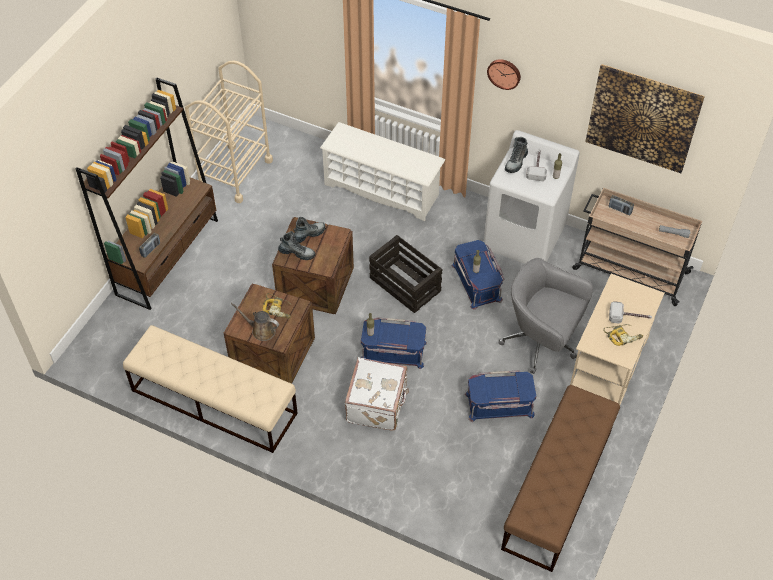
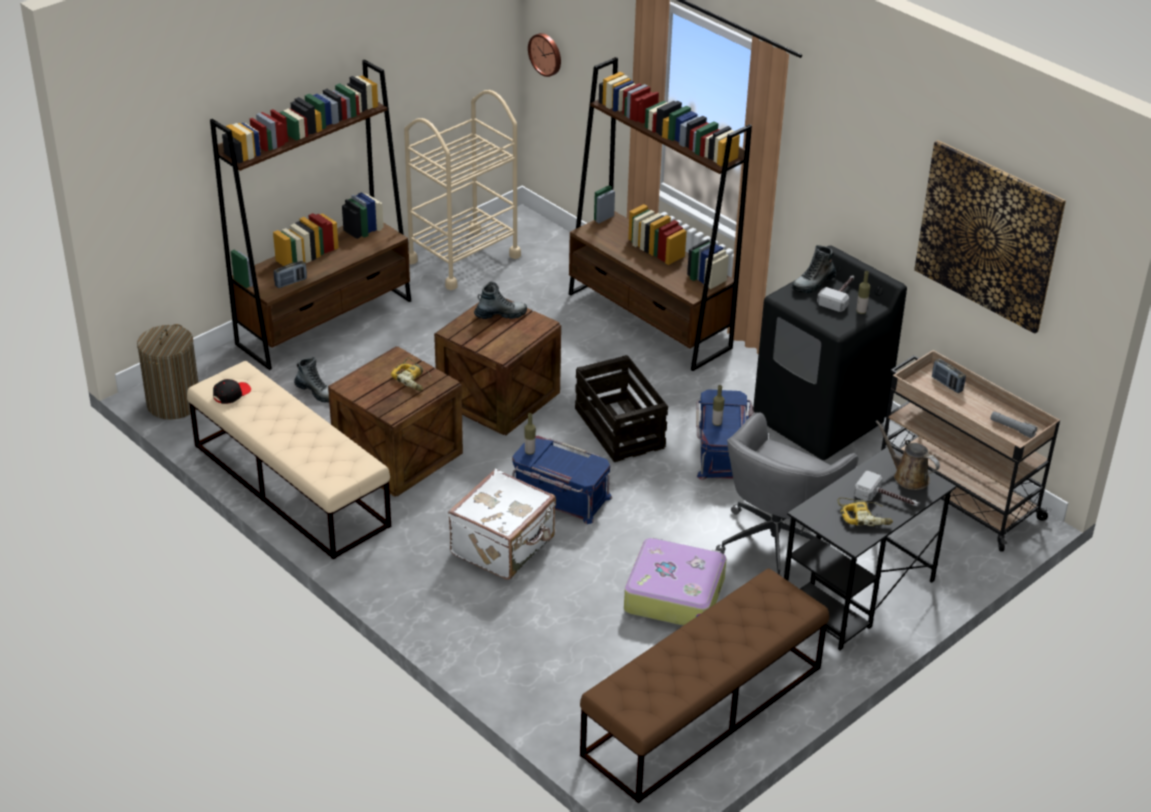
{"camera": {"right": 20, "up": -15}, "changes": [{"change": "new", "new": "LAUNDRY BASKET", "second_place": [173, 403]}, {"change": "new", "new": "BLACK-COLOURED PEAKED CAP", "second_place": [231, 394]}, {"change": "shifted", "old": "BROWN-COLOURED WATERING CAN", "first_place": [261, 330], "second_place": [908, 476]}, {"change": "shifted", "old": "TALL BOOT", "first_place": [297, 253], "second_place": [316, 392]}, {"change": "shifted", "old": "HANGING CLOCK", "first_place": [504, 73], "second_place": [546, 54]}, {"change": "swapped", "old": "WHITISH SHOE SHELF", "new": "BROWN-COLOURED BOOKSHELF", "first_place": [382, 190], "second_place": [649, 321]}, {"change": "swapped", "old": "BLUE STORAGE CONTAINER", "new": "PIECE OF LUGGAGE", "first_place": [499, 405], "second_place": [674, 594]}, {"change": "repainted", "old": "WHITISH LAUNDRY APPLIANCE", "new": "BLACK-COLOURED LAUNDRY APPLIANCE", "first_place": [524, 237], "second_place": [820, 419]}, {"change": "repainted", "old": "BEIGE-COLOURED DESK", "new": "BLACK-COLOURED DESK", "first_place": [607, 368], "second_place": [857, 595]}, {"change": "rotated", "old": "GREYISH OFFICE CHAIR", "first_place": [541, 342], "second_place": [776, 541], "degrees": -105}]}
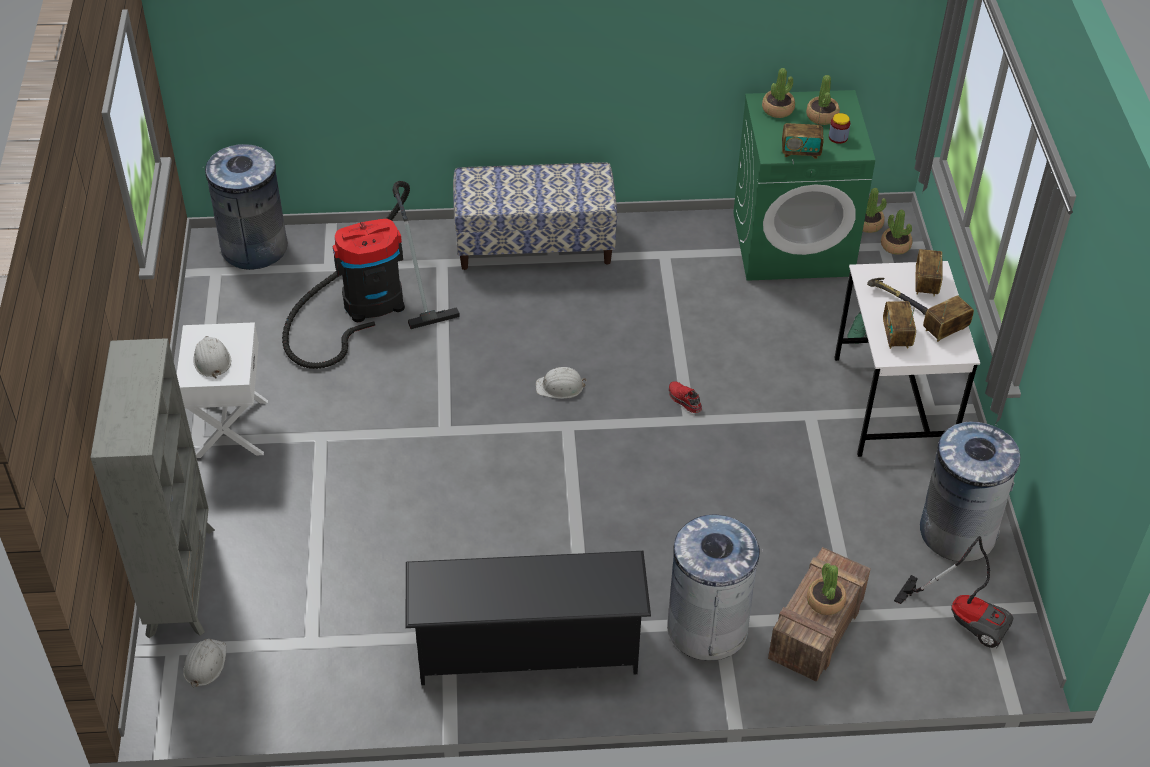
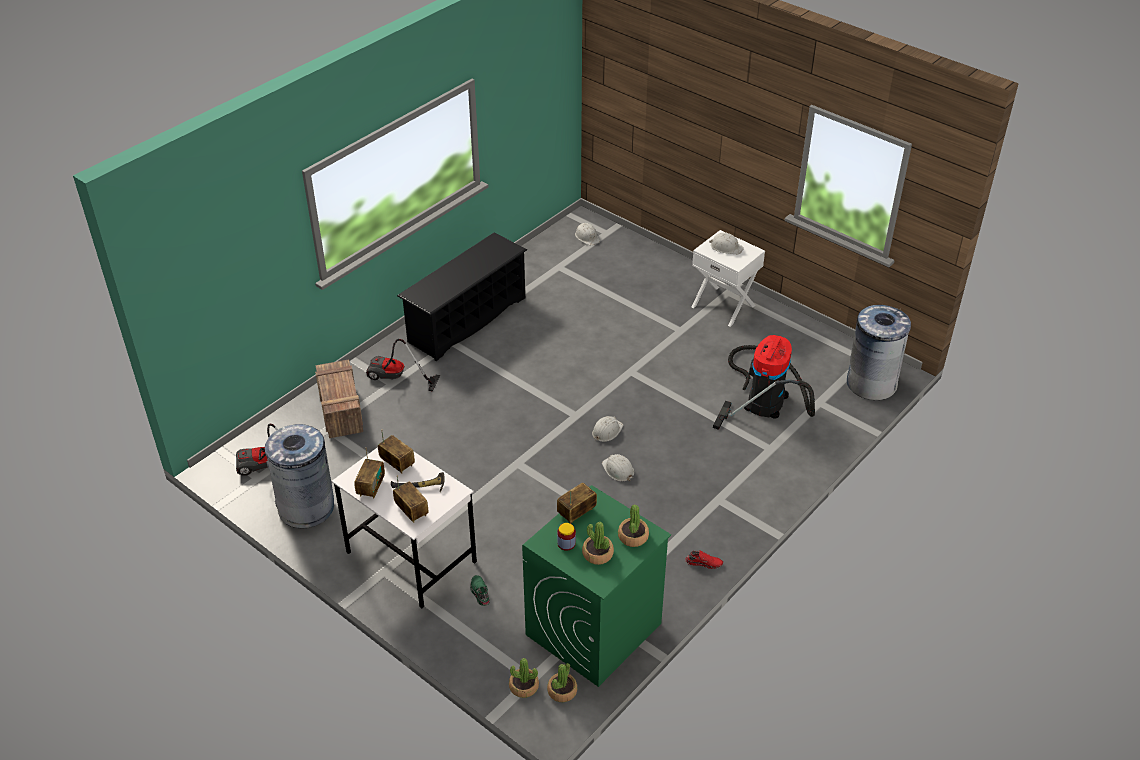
{"camera": {"right": 135, "up": -5}, "changes": [{"change": "gone", "old": "GREYISH BOOKSHELF", "first_place": [181, 580]}, {"change": "gone", "old": "LONG SEAT", "first_place": [535, 244]}, {"change": "gone", "old": "HOUSEPLANT", "first_place": [825, 601]}, {"change": "new", "new": "WHITISH HARD HAT", "second_place": [618, 470]}, {"change": "shifted", "old": "RED ITEM OF FOOTWEAR", "first_place": [684, 400], "second_place": [704, 562]}, {"change": "swapped", "old": "GREYISH TRASH CAN", "new": "VACUUM", "first_place": [707, 627], "second_place": [395, 378]}]}
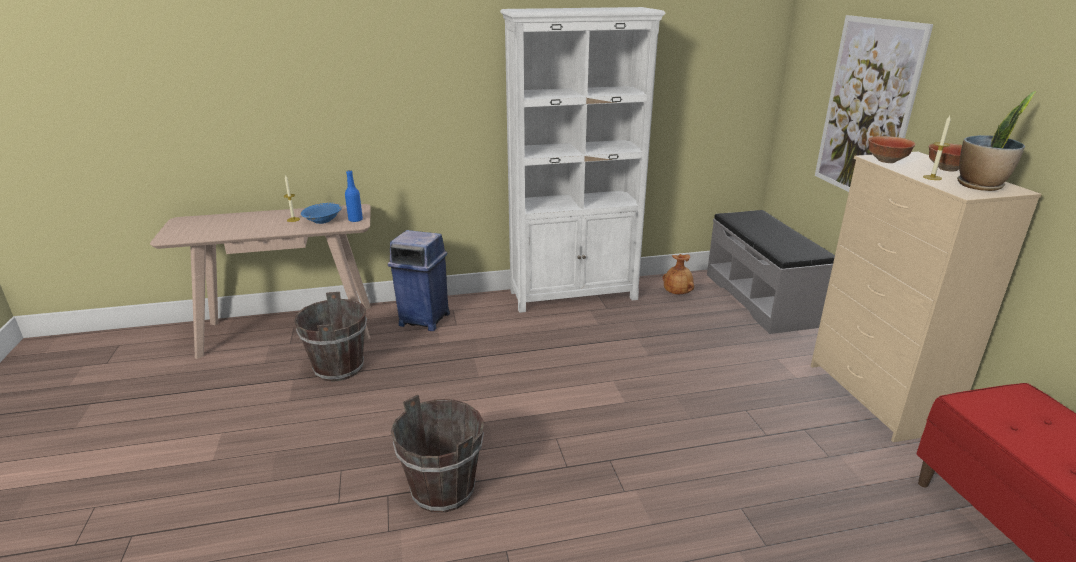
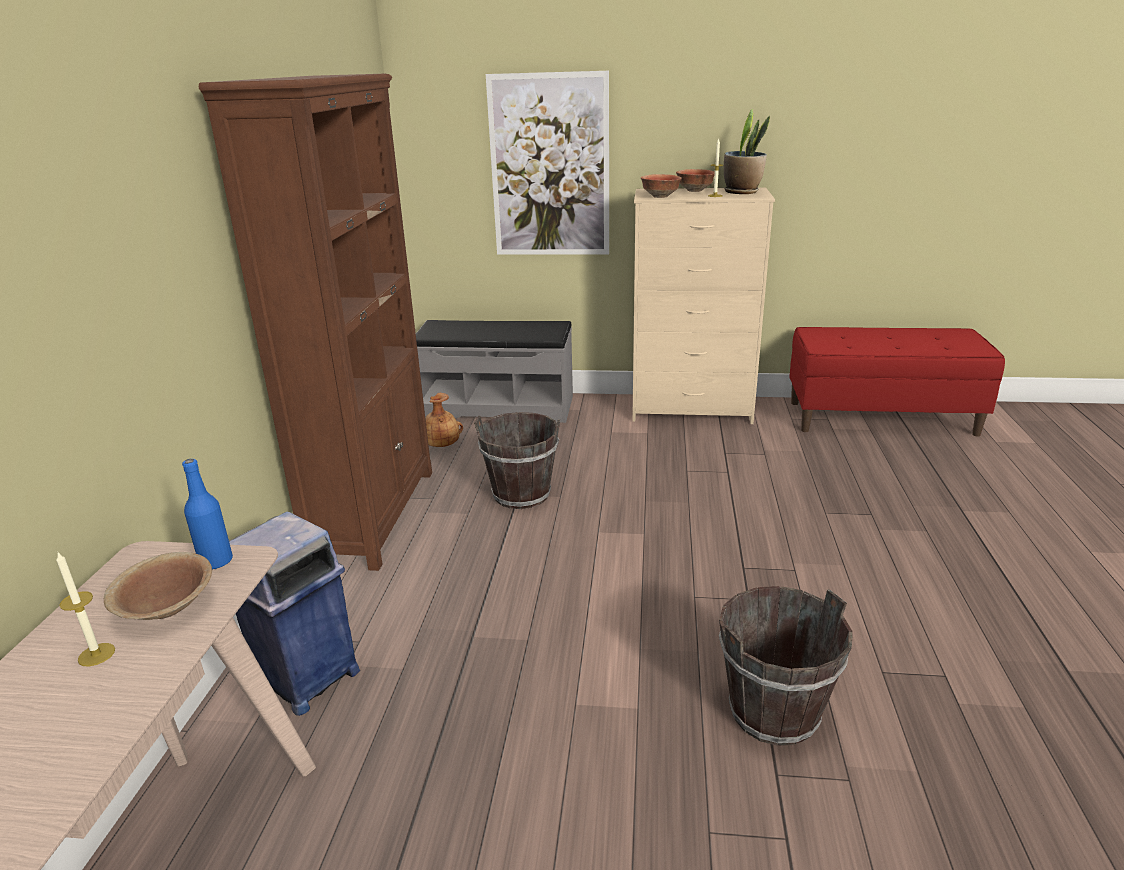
{"camera": {"right": -70, "up": 0}, "changes": [{"change": "shifted", "old": "BROWN-COLOURED WATER BUCKET", "first_place": [339, 368], "second_place": [521, 494]}, {"change": "repainted", "old": "BLUE DEEP DISH", "new": "BROWN-COLOURED DEEP DISH", "first_place": [323, 221], "second_place": [166, 606]}, {"change": "repainted", "old": "WHITISH BOOKSHELF", "new": "BROWN-COLOURED BOOKSHELF", "first_place": [574, 295], "second_place": [375, 514]}]}
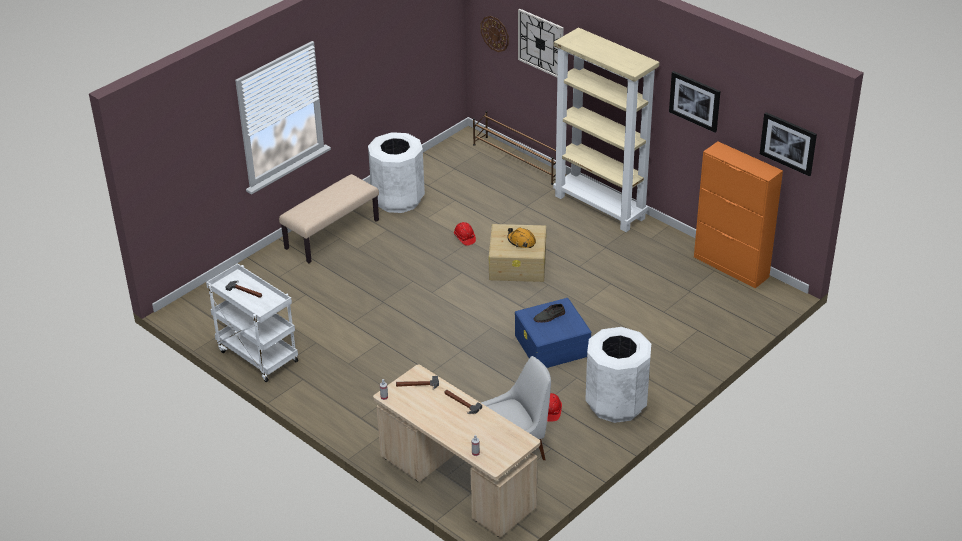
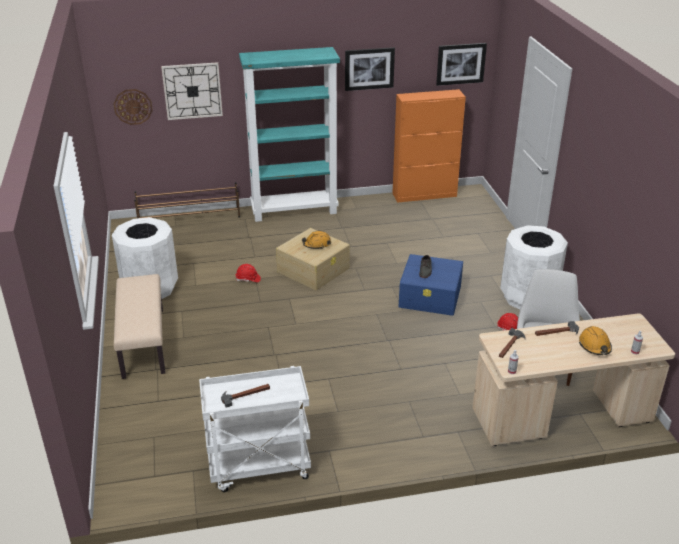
{"camera": {"right": -55, "up": -5}, "changes": [{"change": "new", "new": "ORANGE HARD HAT", "second_place": [594, 346]}, {"change": "repainted", "old": "BEIGE-COLOURED BOOKSHELF", "new": "BLUE-GREEN BOOKSHELF", "first_place": [600, 207], "second_place": [294, 210]}]}
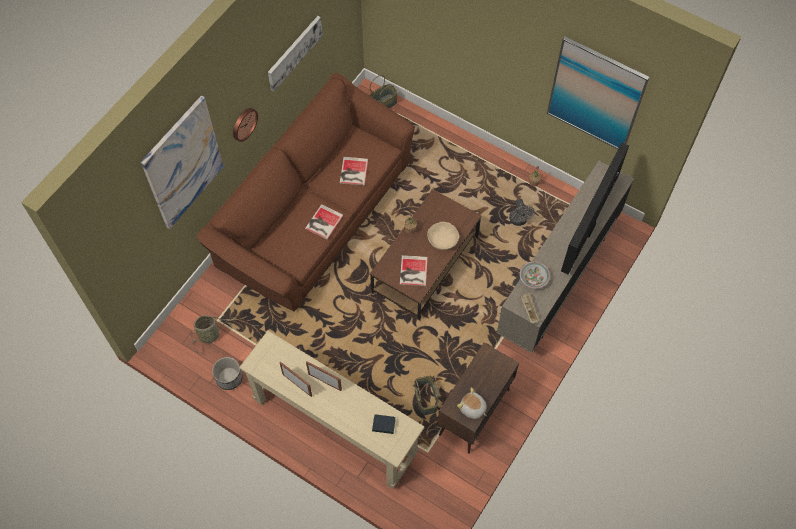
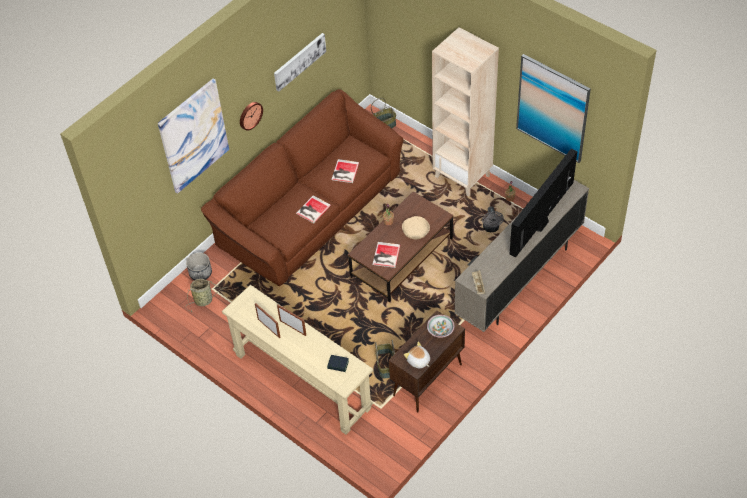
{"camera": {"right": 10, "up": -10}, "changes": [{"change": "new", "new": "BEIGE-COLOURED BOOKSHELF", "second_place": [463, 176]}, {"change": "shifted", "old": "FLOWER POT", "first_place": [229, 378], "second_place": [200, 273]}, {"change": "shifted", "old": "DEEP DISH", "first_place": [534, 278], "second_place": [440, 330]}]}
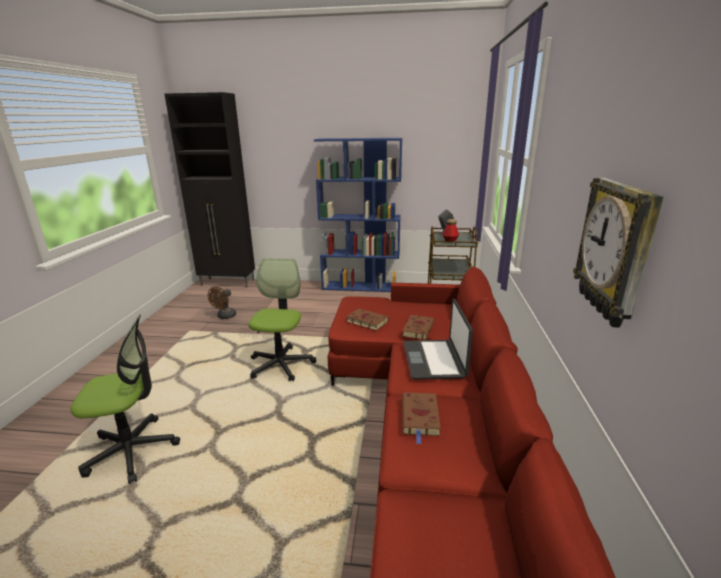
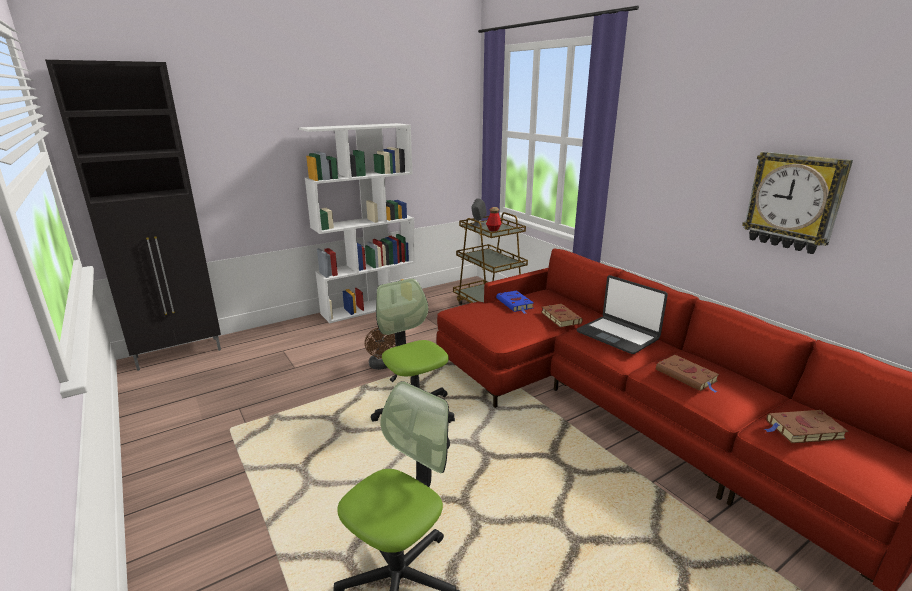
{"camera": {"right": -40, "up": 0}, "changes": [{"change": "new", "new": "BLUE BOOK", "second_place": [515, 304]}, {"change": "shifted", "old": "BROWN-COLOURED ELECTRIC FAN", "first_place": [225, 317], "second_place": [381, 366]}, {"change": "shifted", "old": "BROWN-COLOURED BOOK", "first_place": [366, 321], "second_place": [803, 430]}, {"change": "repainted", "old": "BLUE BOOKSHELF", "new": "WHITISH BOOKSHELF", "first_place": [361, 286], "second_place": [370, 307]}]}
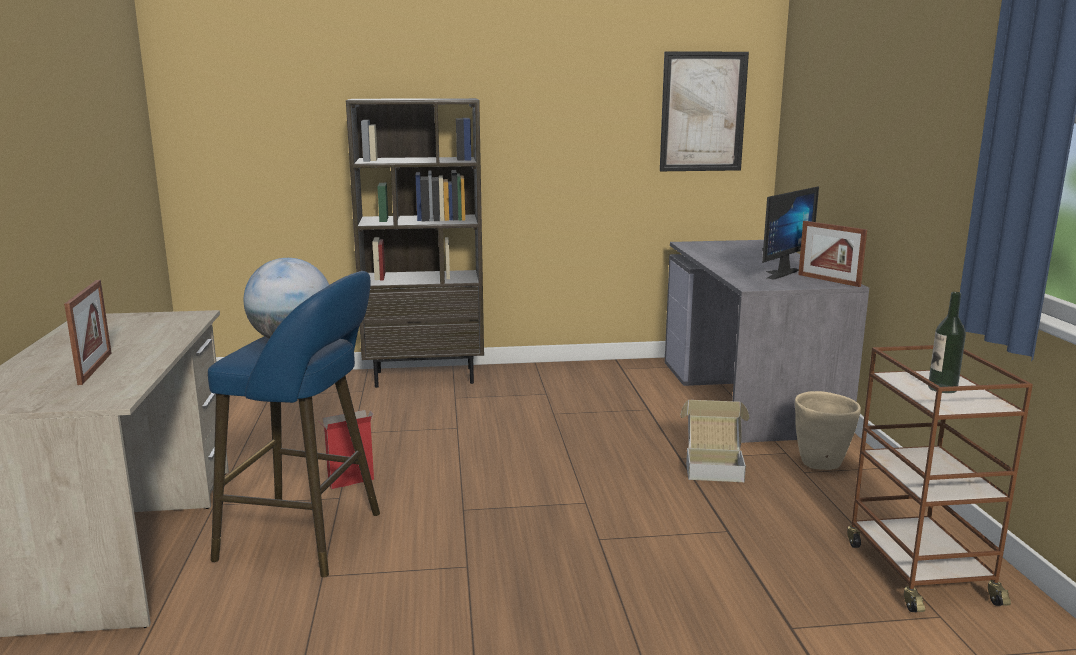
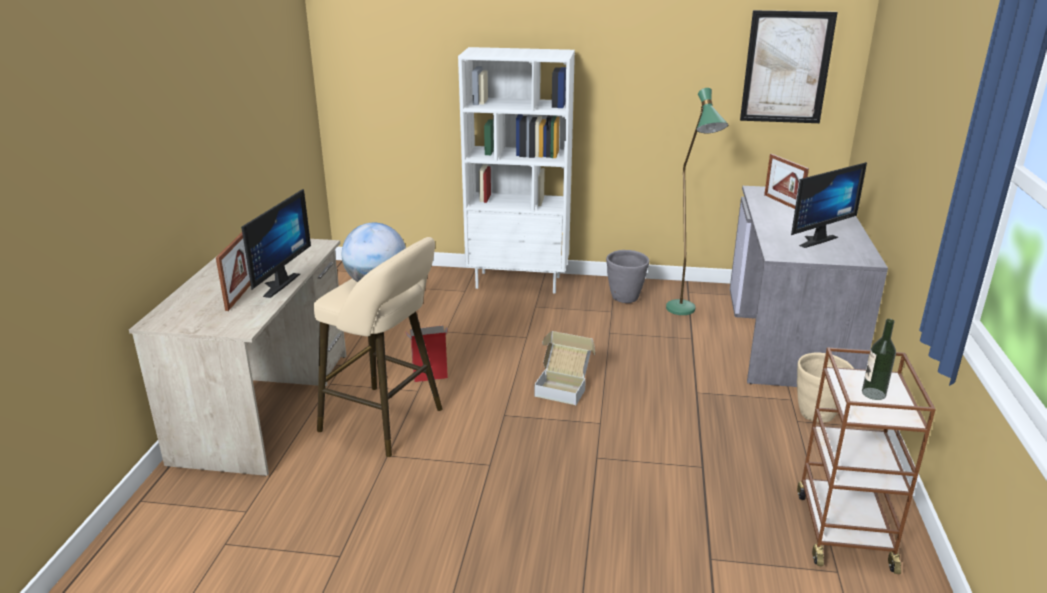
{"camera": {"right": 15, "up": 10}, "changes": [{"change": "new", "new": "COMPUTER DISPLAY", "second_place": [275, 284]}, {"change": "new", "new": "GREYISH FLOWER POT", "second_place": [625, 299]}, {"change": "new", "new": "GREEN FLOOR LAMP", "second_place": [684, 313]}, {"change": "shifted", "old": "CARDBOARD BOX", "first_place": [713, 466], "second_place": [563, 387]}, {"change": "shifted", "old": "STANDING FRAME", "first_place": [828, 280], "second_place": [782, 203]}, {"change": "repainted", "old": "BLUE STOOL SEAT", "new": "BEIGE-COLOURED STOOL SEAT", "first_place": [309, 537], "second_place": [387, 422]}, {"change": "repainted", "old": "BROWN-COLOURED BOOKSHELF", "new": "WHITISH BOOKSHELF", "first_place": [425, 377], "second_place": [519, 282]}]}
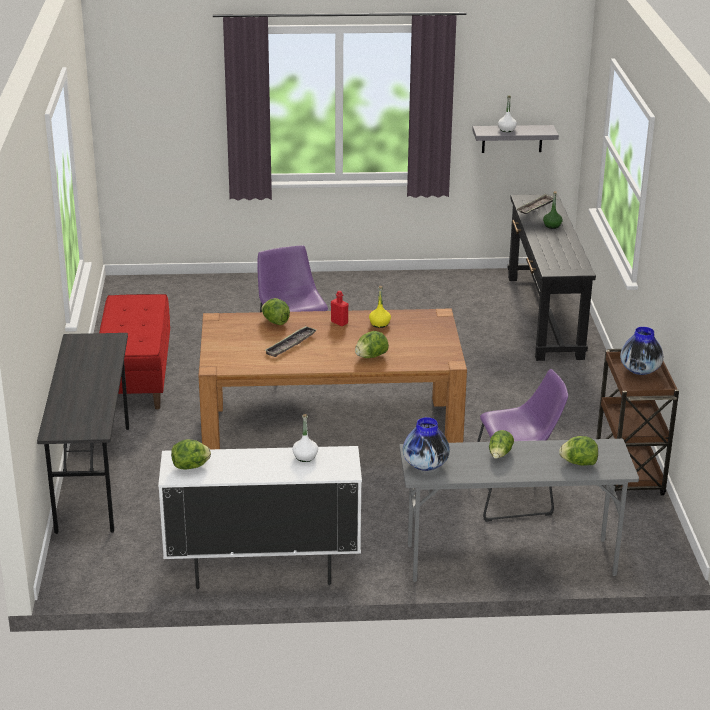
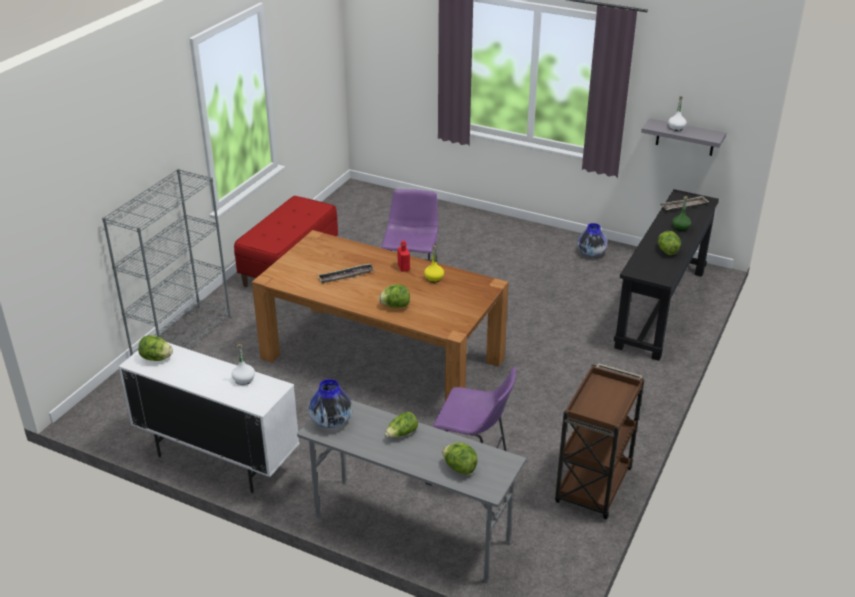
{"camera": {"right": 30, "up": 5}, "changes": [{"change": "shifted", "old": "LETTUCE HEAD", "first_place": [275, 322], "second_place": [667, 251]}, {"change": "shifted", "old": "DECORATIVE VASE", "first_place": [639, 370], "second_place": [590, 253]}, {"change": "swapped", "old": "GREYISH DESK", "new": "GREYISH BOOKSHELF", "first_place": [93, 477], "second_place": [183, 338]}]}
